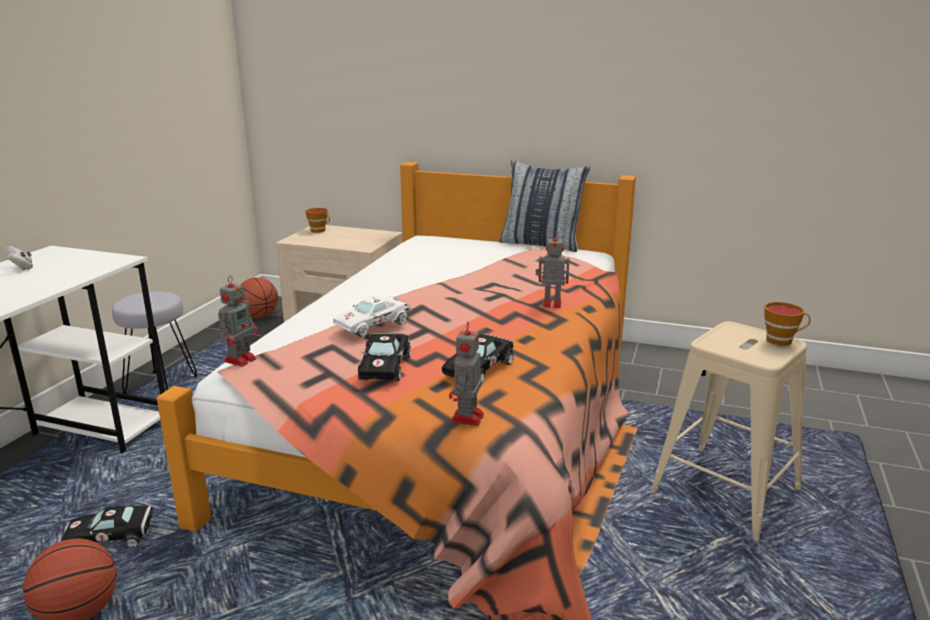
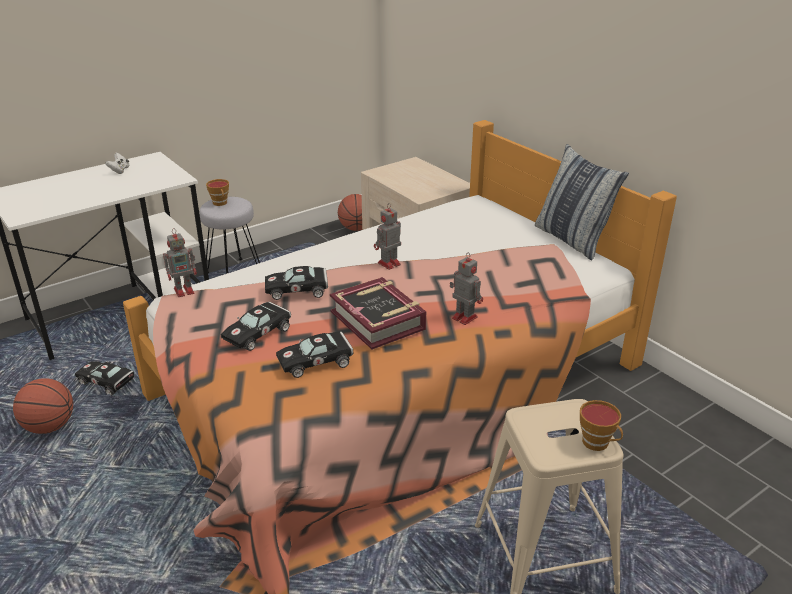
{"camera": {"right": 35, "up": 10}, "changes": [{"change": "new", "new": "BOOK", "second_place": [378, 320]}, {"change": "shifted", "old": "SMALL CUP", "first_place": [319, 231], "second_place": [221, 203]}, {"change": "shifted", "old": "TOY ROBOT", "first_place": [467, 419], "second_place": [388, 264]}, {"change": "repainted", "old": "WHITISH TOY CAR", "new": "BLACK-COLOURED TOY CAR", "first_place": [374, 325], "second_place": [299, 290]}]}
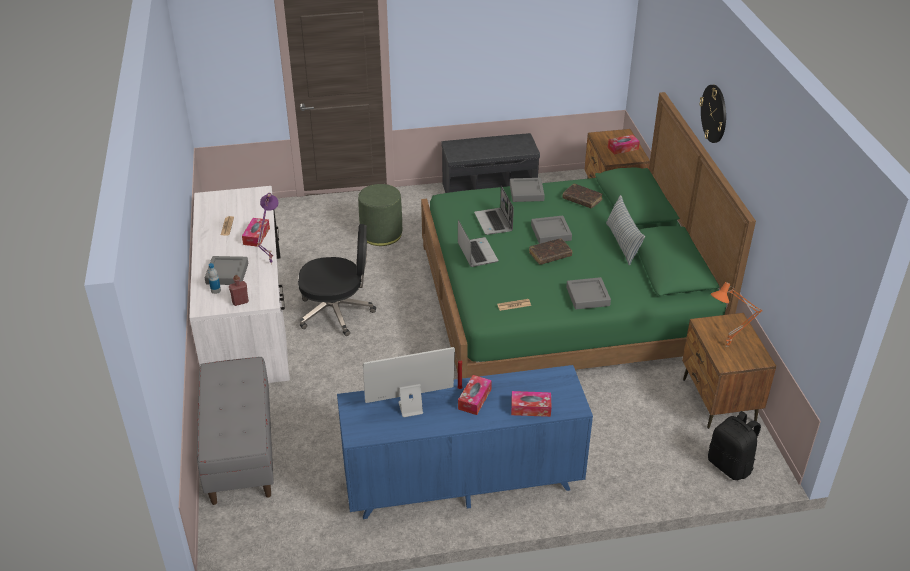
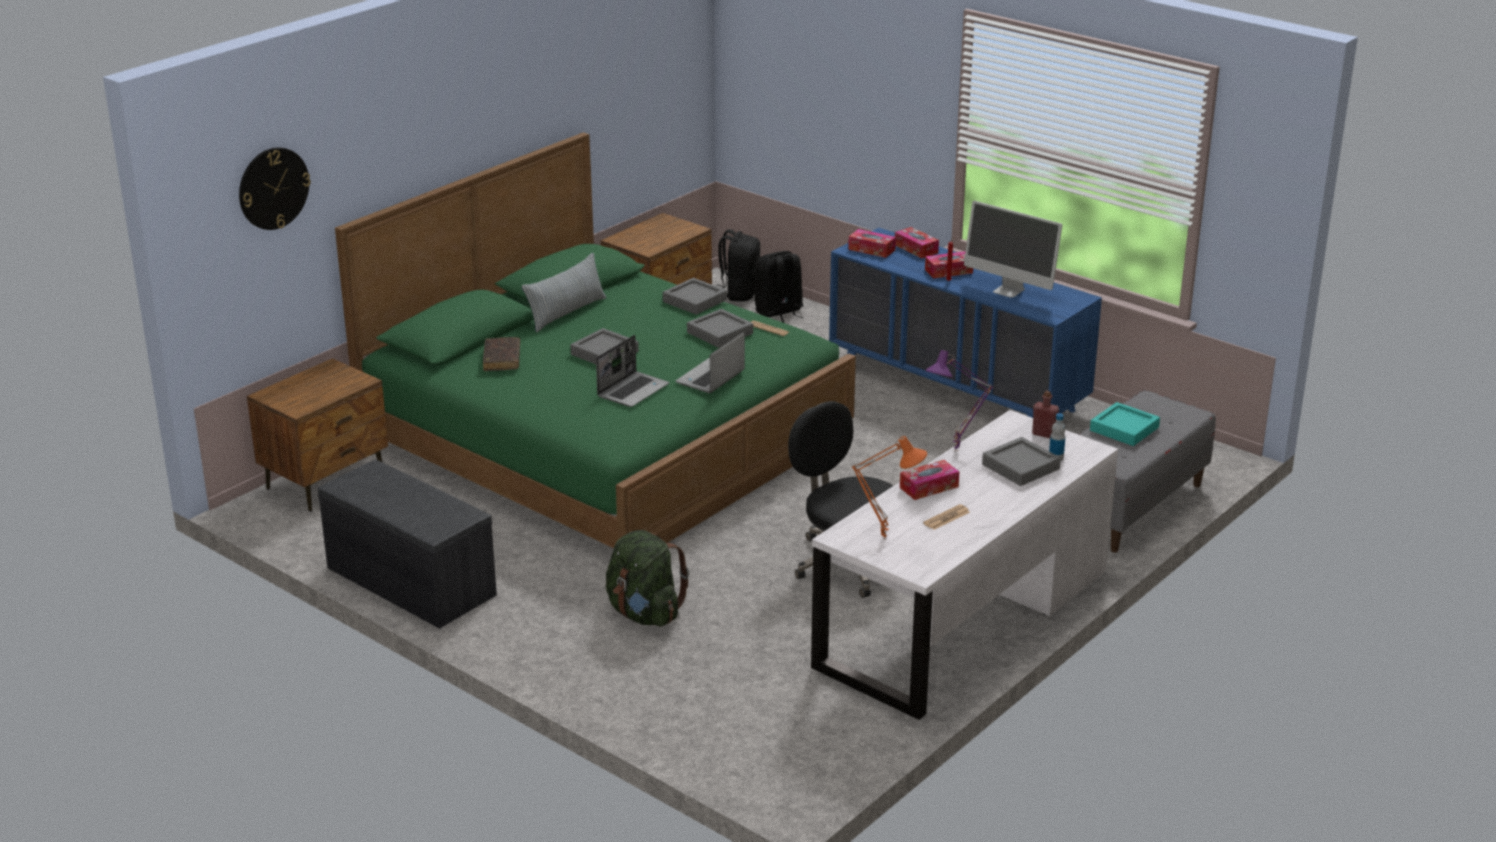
{"camera": {"right": -130, "up": -10}, "changes": [{"change": "gone", "old": "BROWN-COLOURED BOOK", "first_place": [550, 255]}, {"change": "new", "new": "BLACK-COLOURED KNAPSACK", "second_place": [779, 312]}, {"change": "new", "new": "BLUE-GREEN TRAY", "second_place": [1124, 429]}, {"change": "shifted", "old": "GREYISH TRAY", "first_place": [526, 193], "second_place": [720, 333]}, {"change": "shifted", "old": "TISSUE BOX", "first_place": [623, 148], "second_place": [871, 249]}, {"change": "shifted", "old": "HANGING CLOCK", "first_place": [714, 113], "second_place": [273, 188]}, {"change": "shifted", "old": "ORANGE LAMP FOR A TABLE", "first_place": [727, 347], "second_place": [885, 538]}, {"change": "swapped", "old": "GREEN OTTOMAN", "new": "GREEN KNAPSACK", "first_place": [381, 234], "second_place": [645, 614]}]}
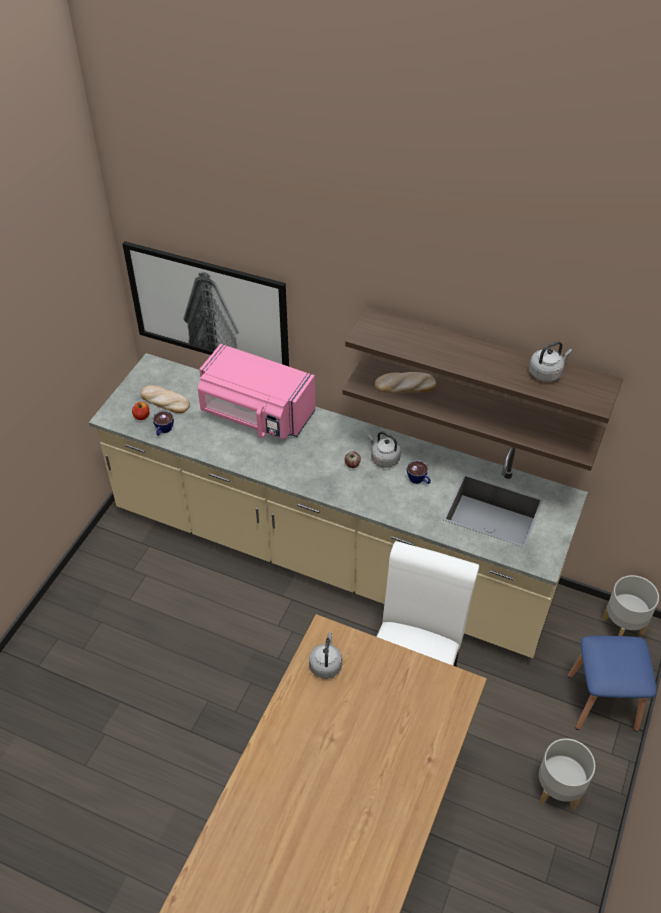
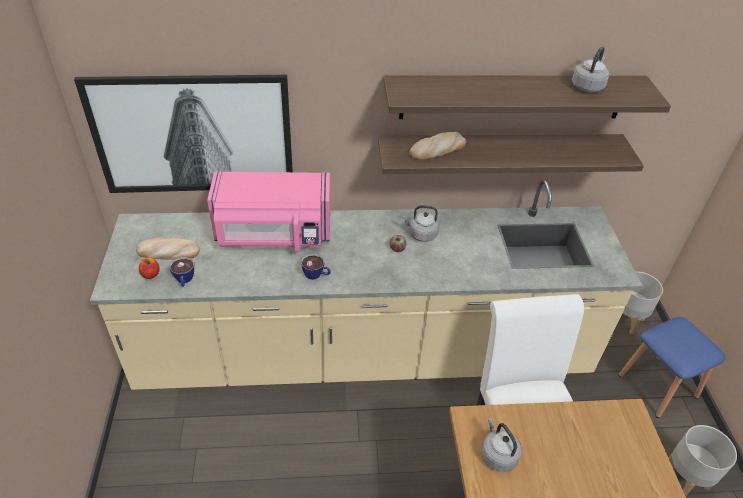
{"camera": {"right": -30, "up": -5}, "changes": [{"change": "shifted", "old": "SMALL CUP", "first_place": [419, 480], "second_place": [316, 275]}]}
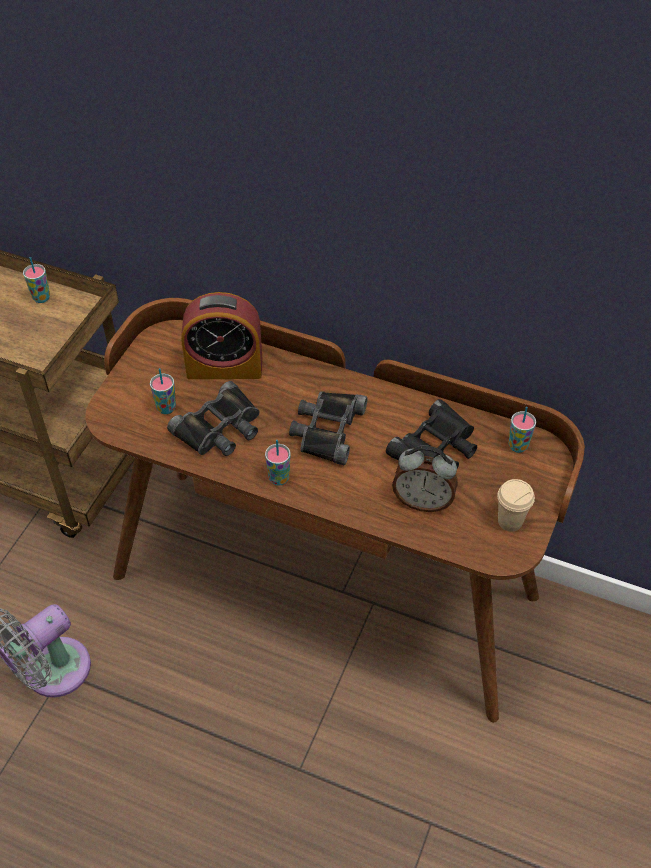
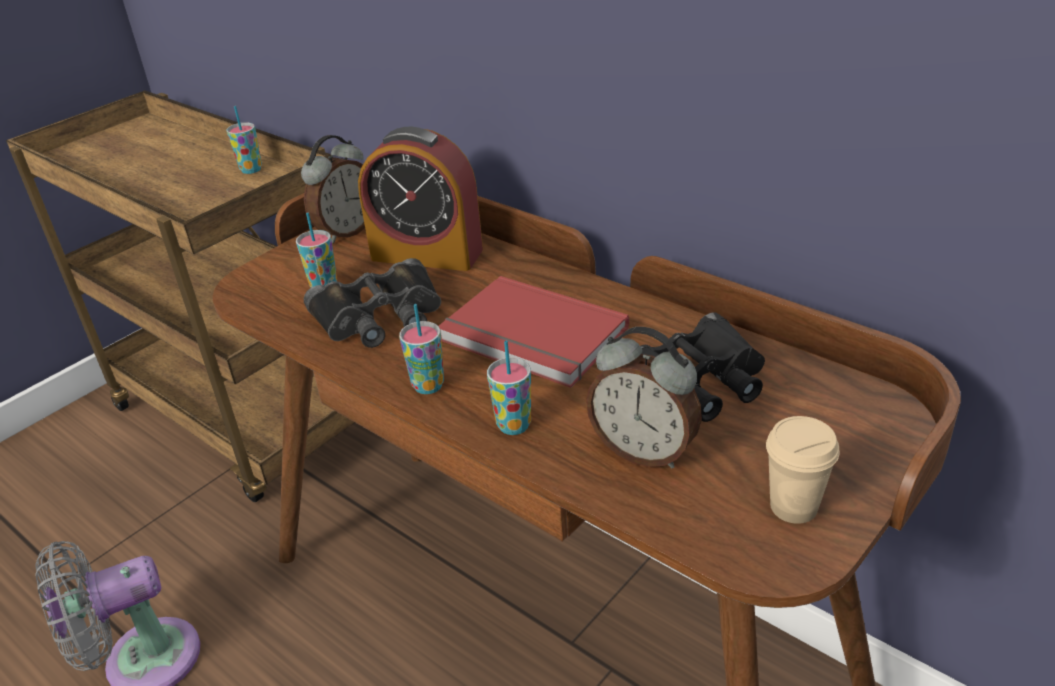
{"camera": {"right": 20, "up": -15}, "changes": [{"change": "new", "new": "TABLE CLOCK", "second_place": [346, 231]}, {"change": "shifted", "old": "SMALL CUP", "first_place": [518, 446], "second_place": [514, 425]}, {"change": "swapped", "old": "BLACK-COLOURED FIELD GLASSES", "new": "RED BOOK", "first_place": [327, 430], "second_place": [531, 338]}]}
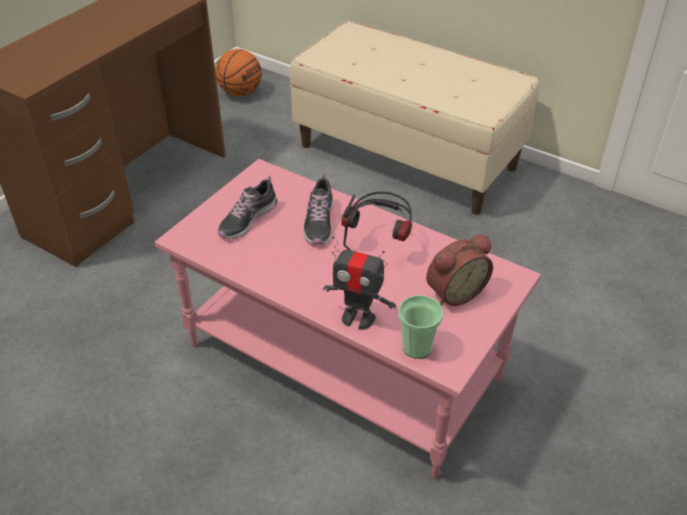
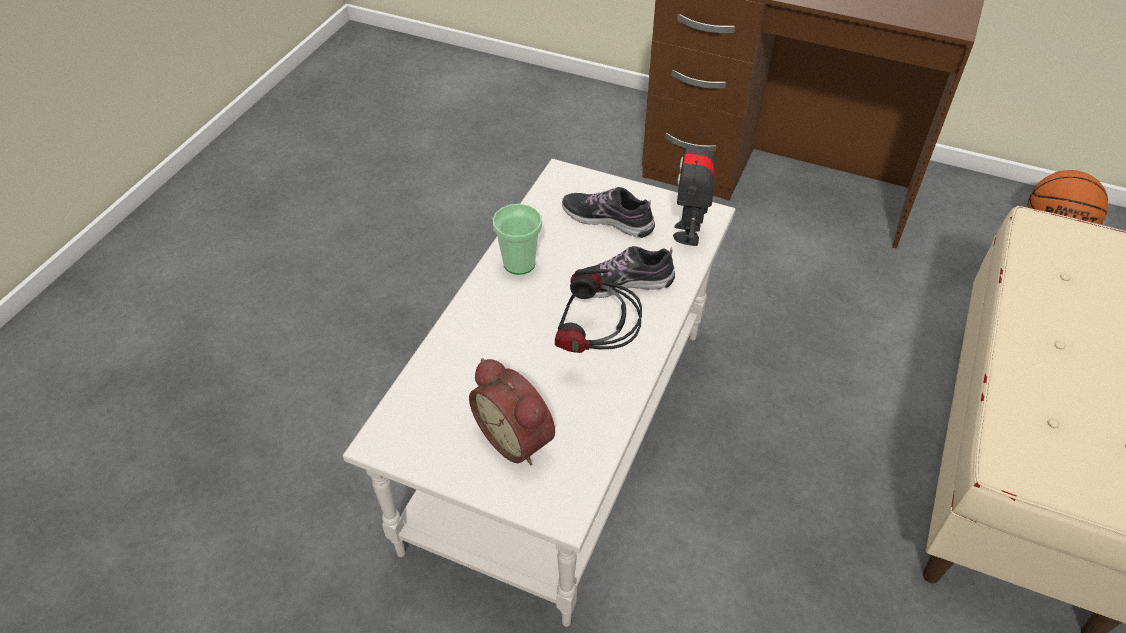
{"camera": {"right": 80, "up": 5}, "changes": [{"change": "shifted", "old": "TOY ROBOT", "first_place": [358, 318], "second_place": [689, 233]}, {"change": "shifted", "old": "SMALL CUP", "first_place": [417, 347], "second_place": [519, 263]}, {"change": "repainted", "old": "PINK LOW TABLE", "new": "WHITISH LOW TABLE", "first_place": [345, 360], "second_place": [563, 438]}]}
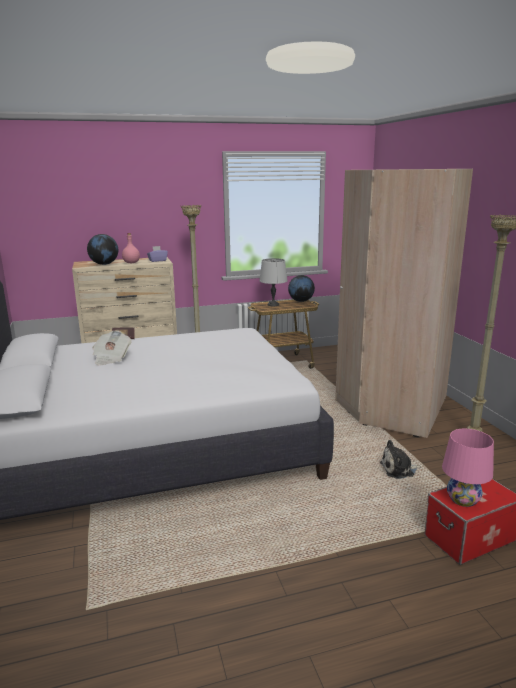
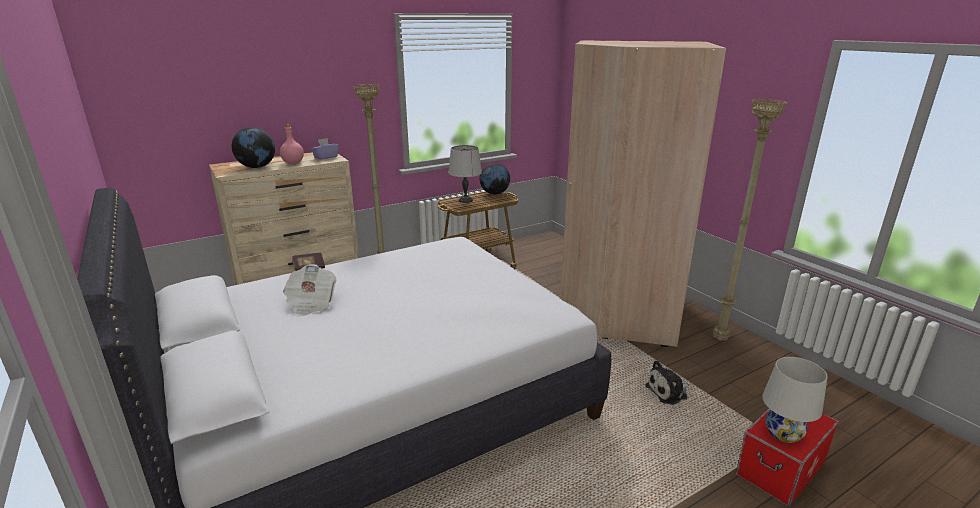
{"camera": {"right": -15, "up": 5}, "changes": [{"change": "repainted", "old": "PINK LAMP FOR A TABLE", "new": "WHITISH LAMP FOR A TABLE", "first_place": [463, 499], "second_place": [783, 433]}]}
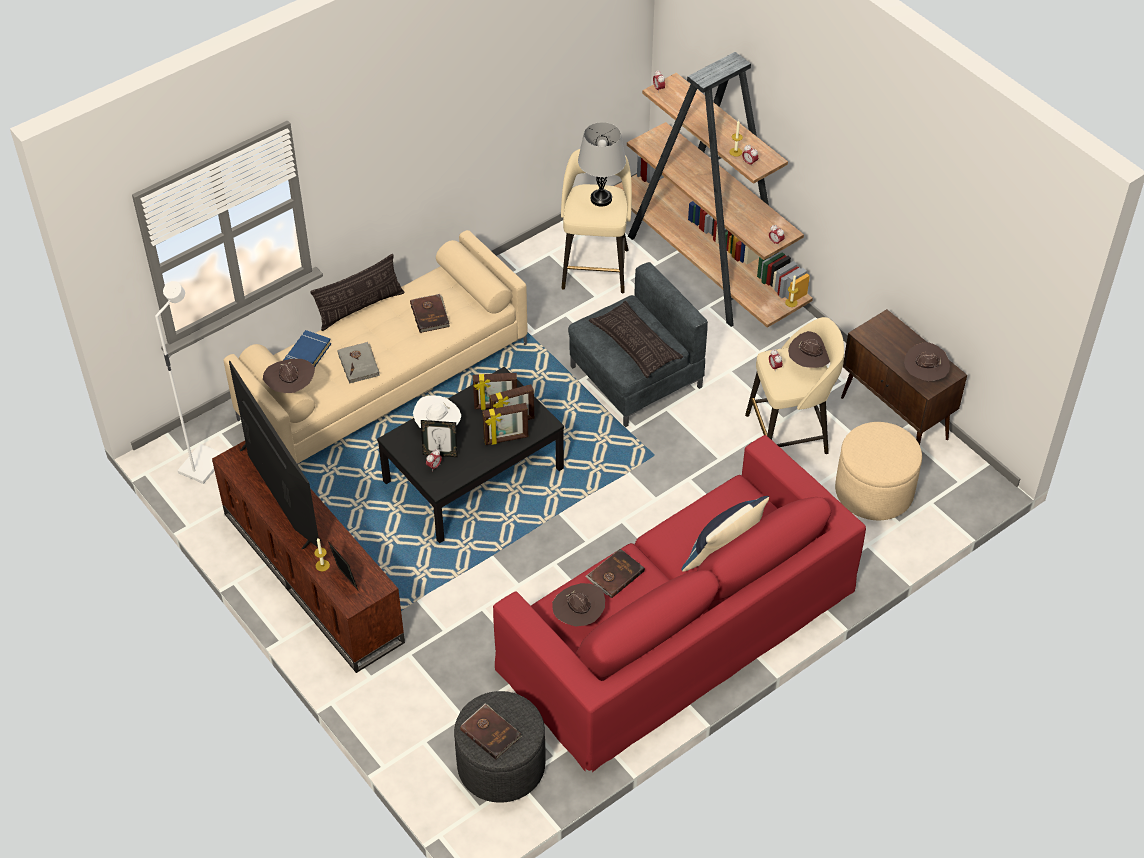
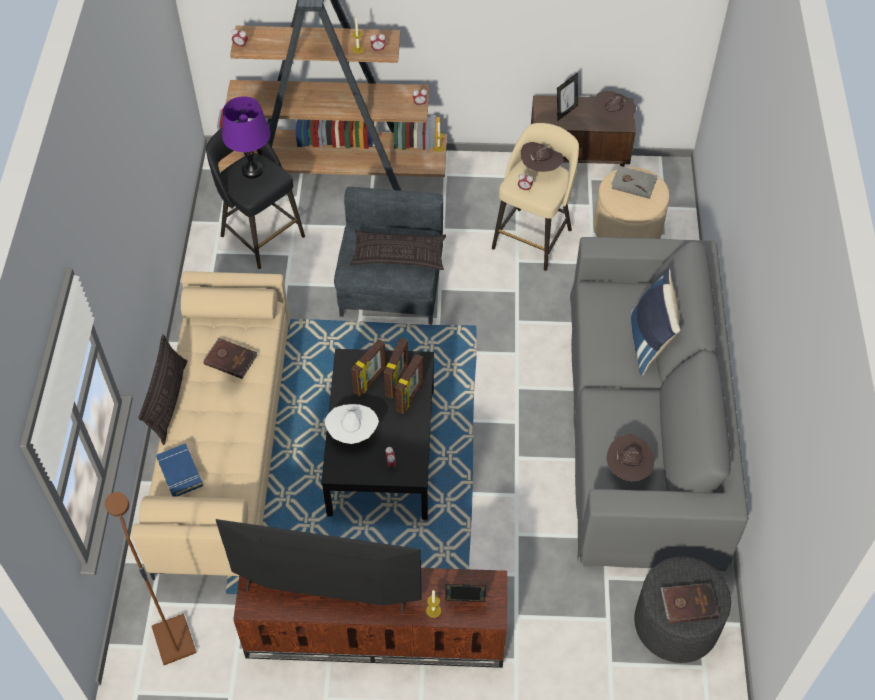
{"camera": {"right": -50, "up": 5}, "changes": [{"change": "gone", "old": "BROWN-COLOURED HAT", "first_place": [291, 388]}, {"change": "gone", "old": "BROWN-COLOURED BOOK", "first_place": [614, 574]}, {"change": "shifted", "old": "GREYISH BOOK", "first_place": [359, 364], "second_place": [634, 183]}, {"change": "shifted", "old": "STANDING FRAME", "first_place": [440, 453], "second_place": [565, 112]}, {"change": "repainted", "old": "WHITISH FLOOR LAMP", "new": "BROWN-COLOURED FLOOR LAMP", "first_place": [201, 464], "second_place": [173, 640]}, {"change": "repainted", "old": "RED COUCH", "new": "GREYISH COUCH", "first_place": [677, 627], "second_place": [644, 422]}, {"change": "repainted", "old": "BEIGE-COLOURED STOOL SEAT", "new": "BLACK-COLOURED STOOL SEAT", "first_place": [595, 267], "second_place": [261, 234]}, {"change": "repainted", "old": "GREYISH LAMP FOR A TABLE", "new": "PURPLISH LAMP FOR A TABLE", "first_place": [601, 199], "second_place": [252, 170]}]}
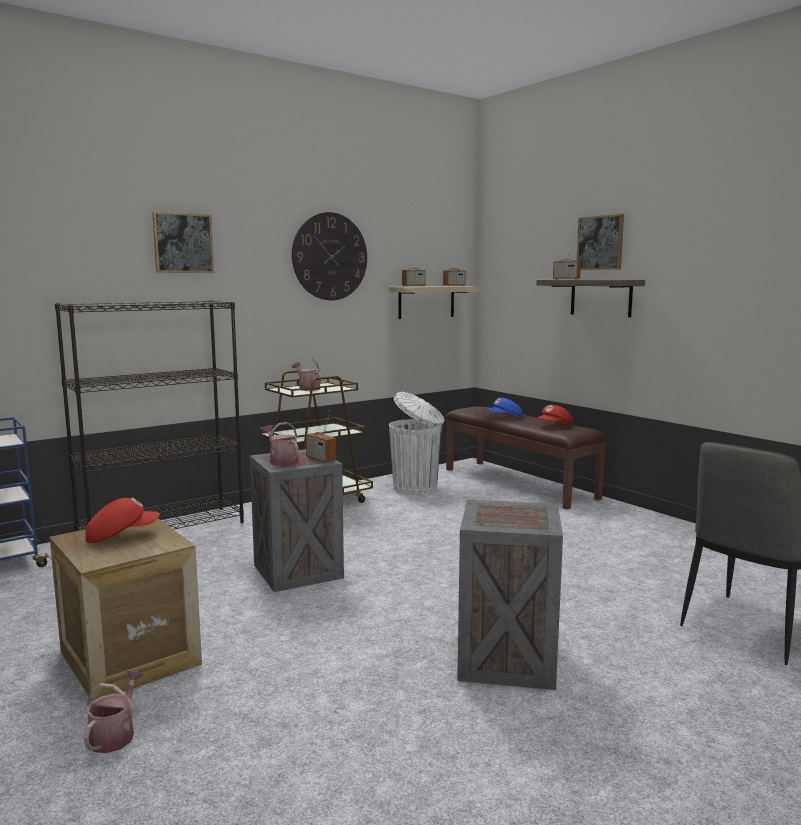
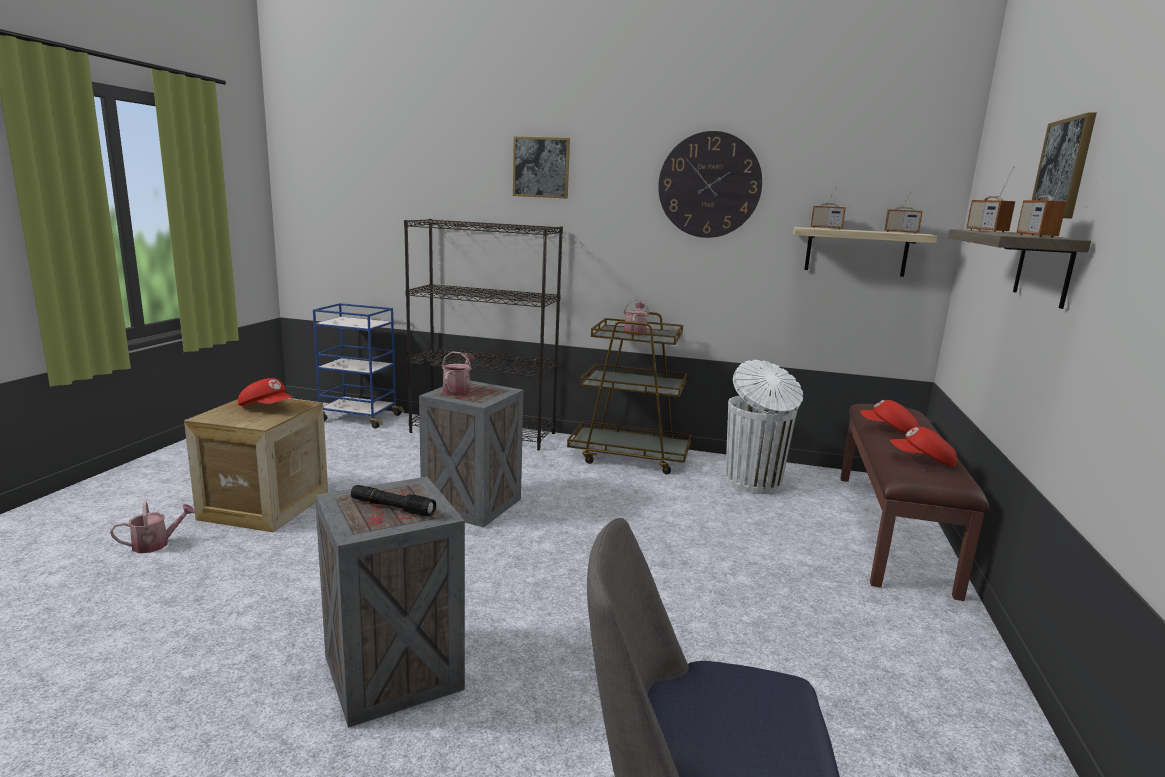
{"camera": {"right": 50, "up": 5}, "changes": [{"change": "new", "new": "BLACK-COLOURED FLASHLIGHT", "second_place": [392, 507]}, {"change": "shifted", "old": "RADIO RECEIVER", "first_place": [321, 459], "second_place": [1036, 236]}, {"change": "repainted", "old": "BLUE PEAKED CAP", "new": "RED PEAKED CAP", "first_place": [505, 417], "second_place": [888, 430]}]}
